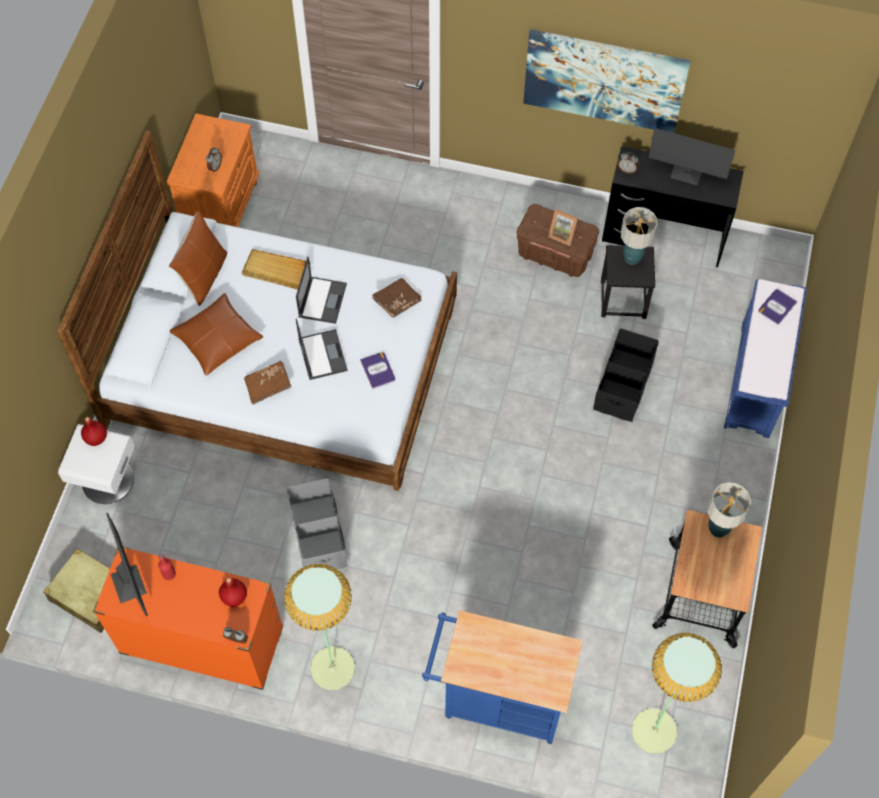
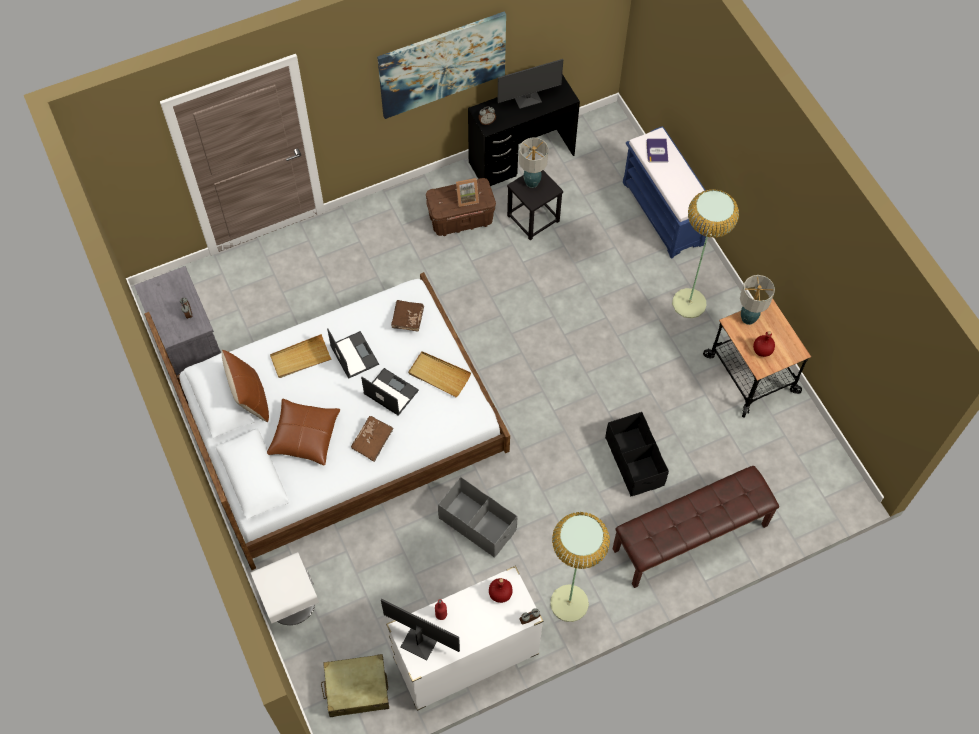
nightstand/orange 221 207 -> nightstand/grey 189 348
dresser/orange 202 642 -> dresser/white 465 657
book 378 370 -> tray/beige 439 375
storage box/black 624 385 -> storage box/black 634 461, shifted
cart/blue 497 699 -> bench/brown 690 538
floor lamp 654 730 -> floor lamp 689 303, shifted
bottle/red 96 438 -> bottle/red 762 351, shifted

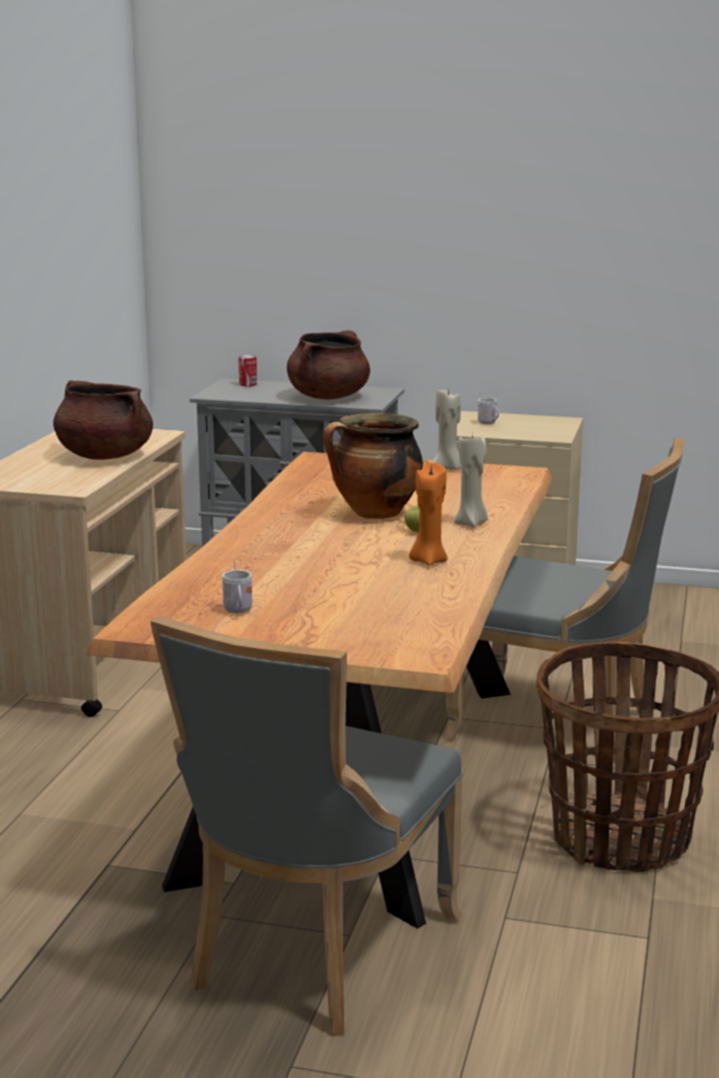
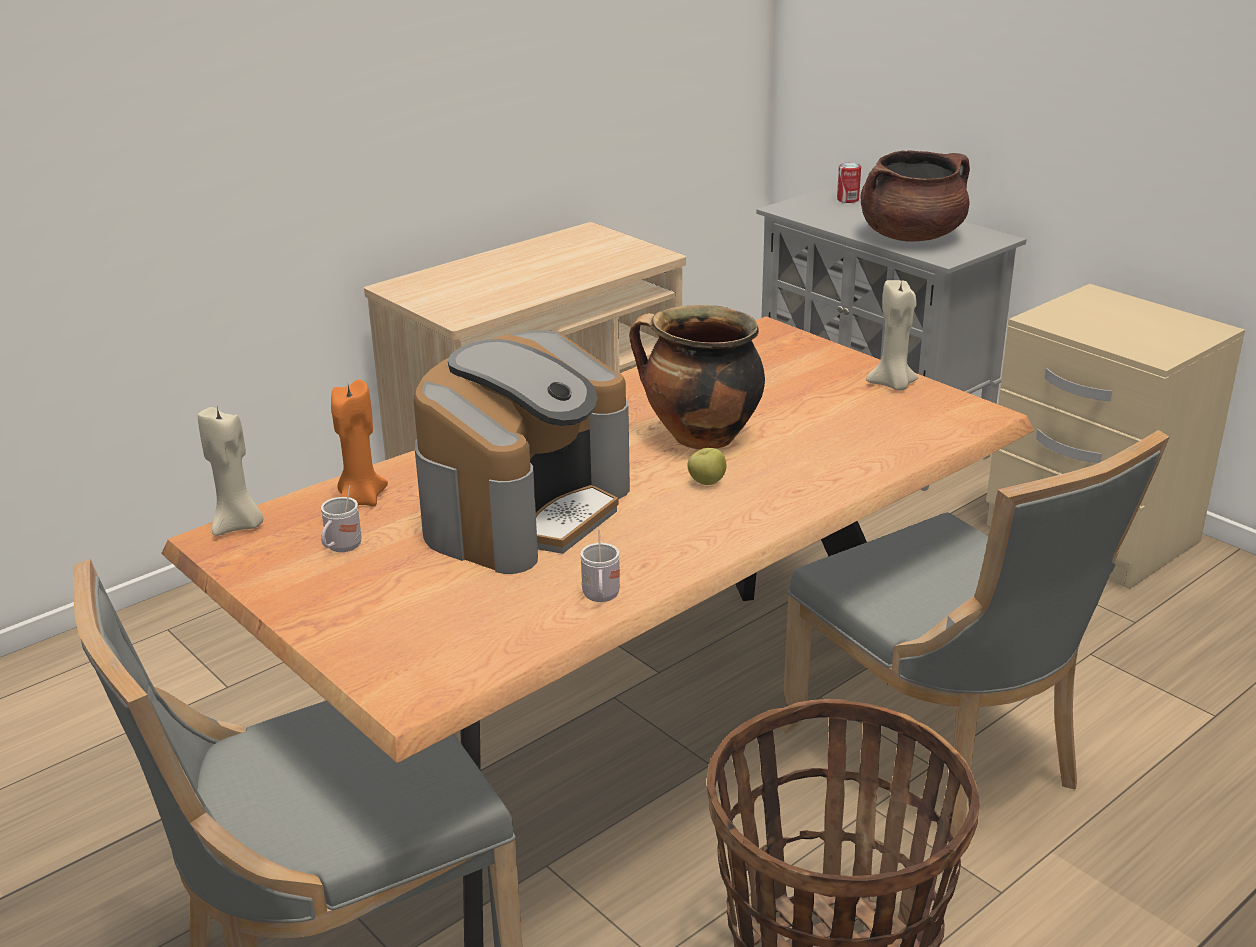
candle/beige 471 523 -> candle/beige 238 526, shifted
candle/orange 428 561 -> candle/orange 361 499, shifted
none -> coffee machine 524 510
mug/white 488 423 -> mug/white 601 598, shifted
cooking pot/brown 104 456 -> none

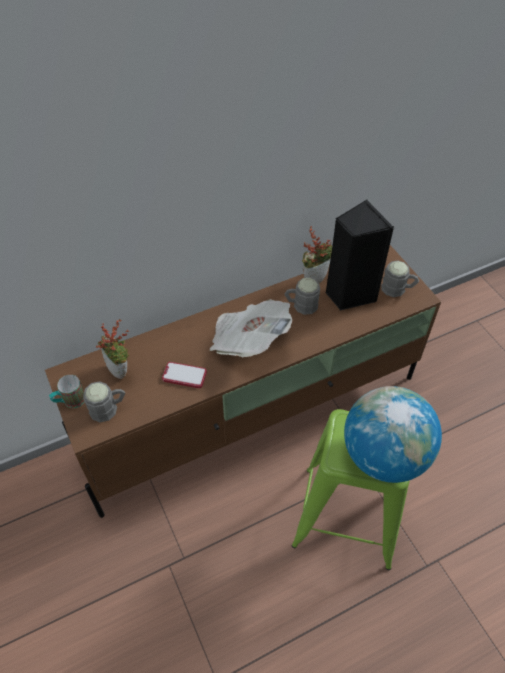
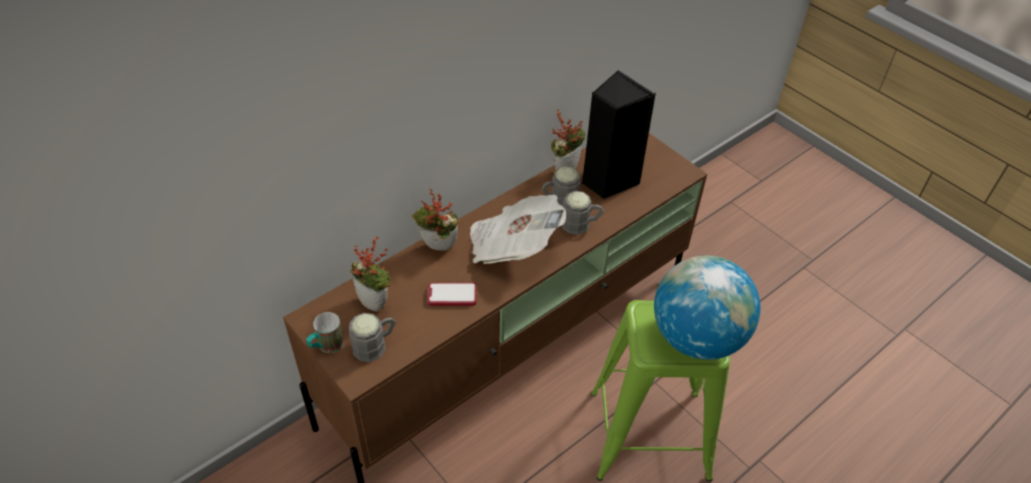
none -> potted plant 437 249
mug/grey 398 289 -> mug/grey 581 224, shifted

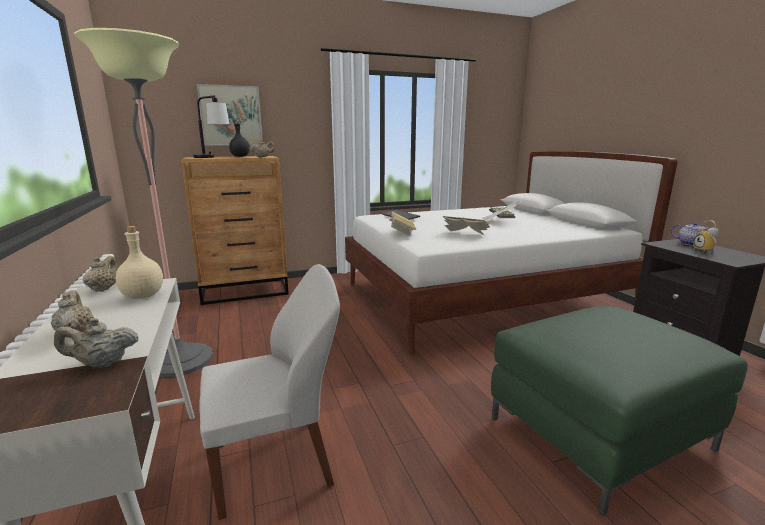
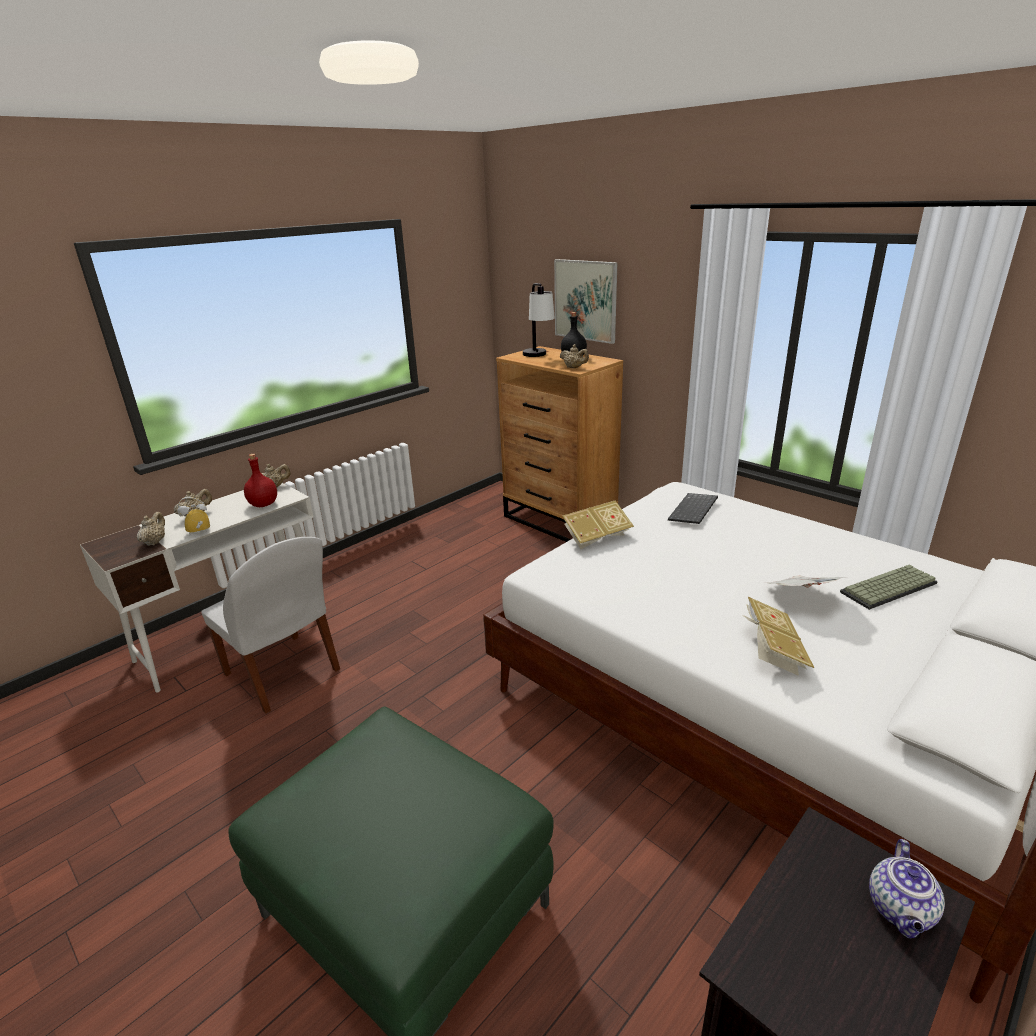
teapot/beige 102 364 -> teapot/beige 155 542, 45 degrees clockwise
alarm clock 705 250 -> alarm clock 199 533, shifted
bottle/beige 144 296 -> bottle/red 263 504
book 465 234 -> book 772 651, shifted
floor lamp 180 360 -> none

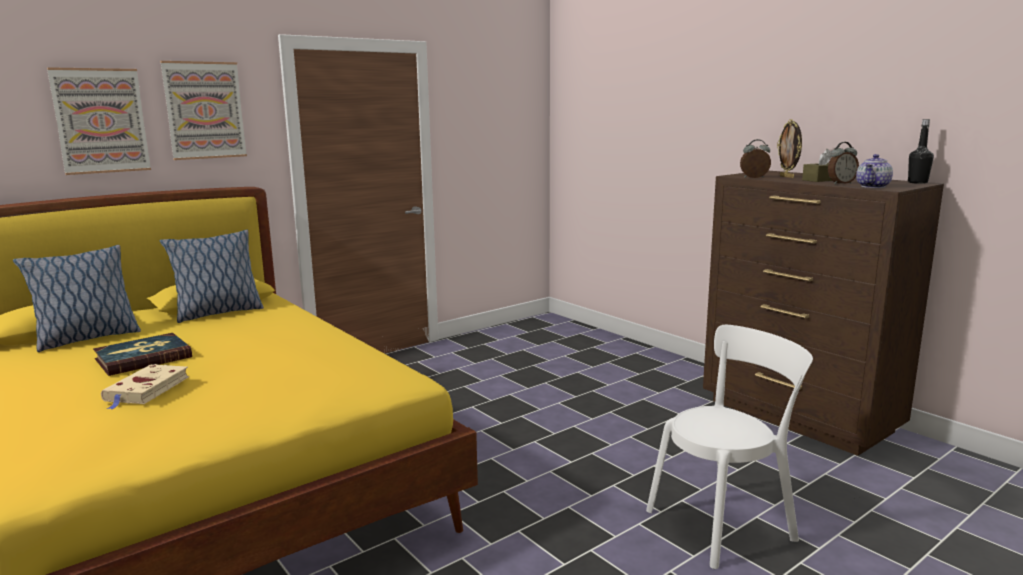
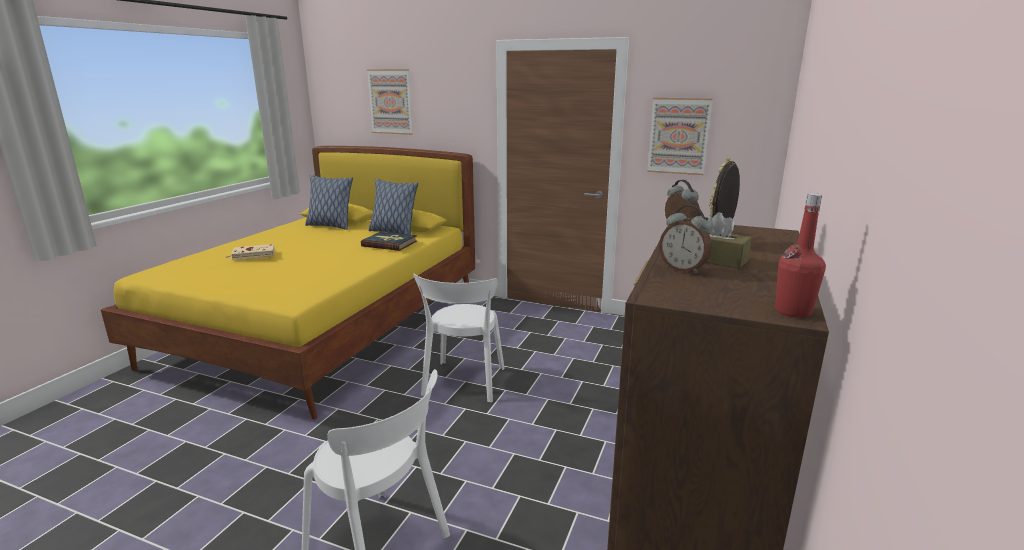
book 143 358 -> book 389 243, shifted
none -> chair/white 463 383
picture 204 110 -> picture 678 136, shifted
bottle/black 917 182 -> bottle/red 793 311
teapot 873 186 -> none

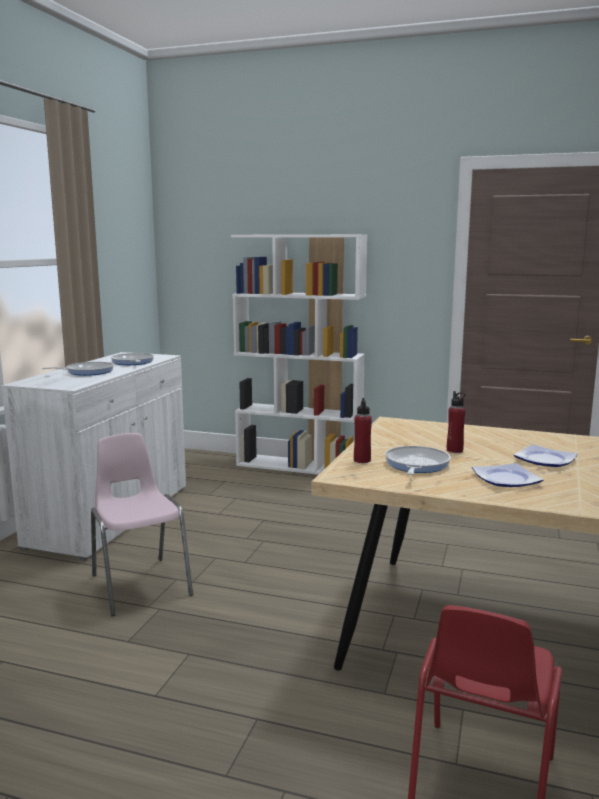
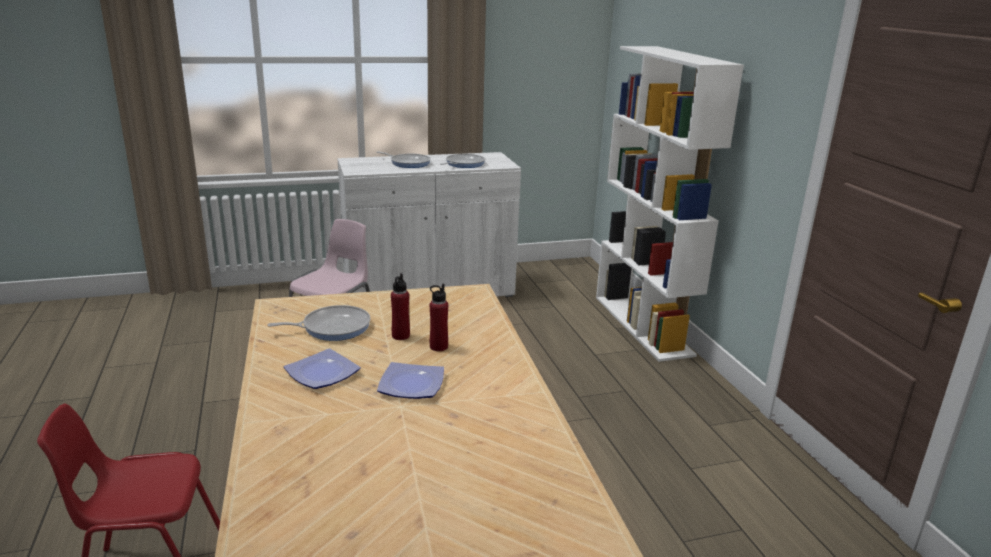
bottle/red 362 460 -> bottle/red 438 347, shifted

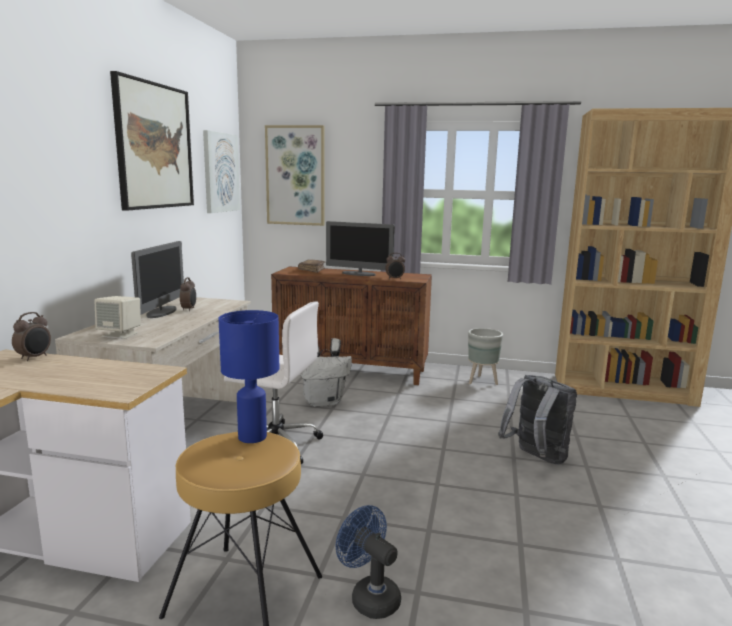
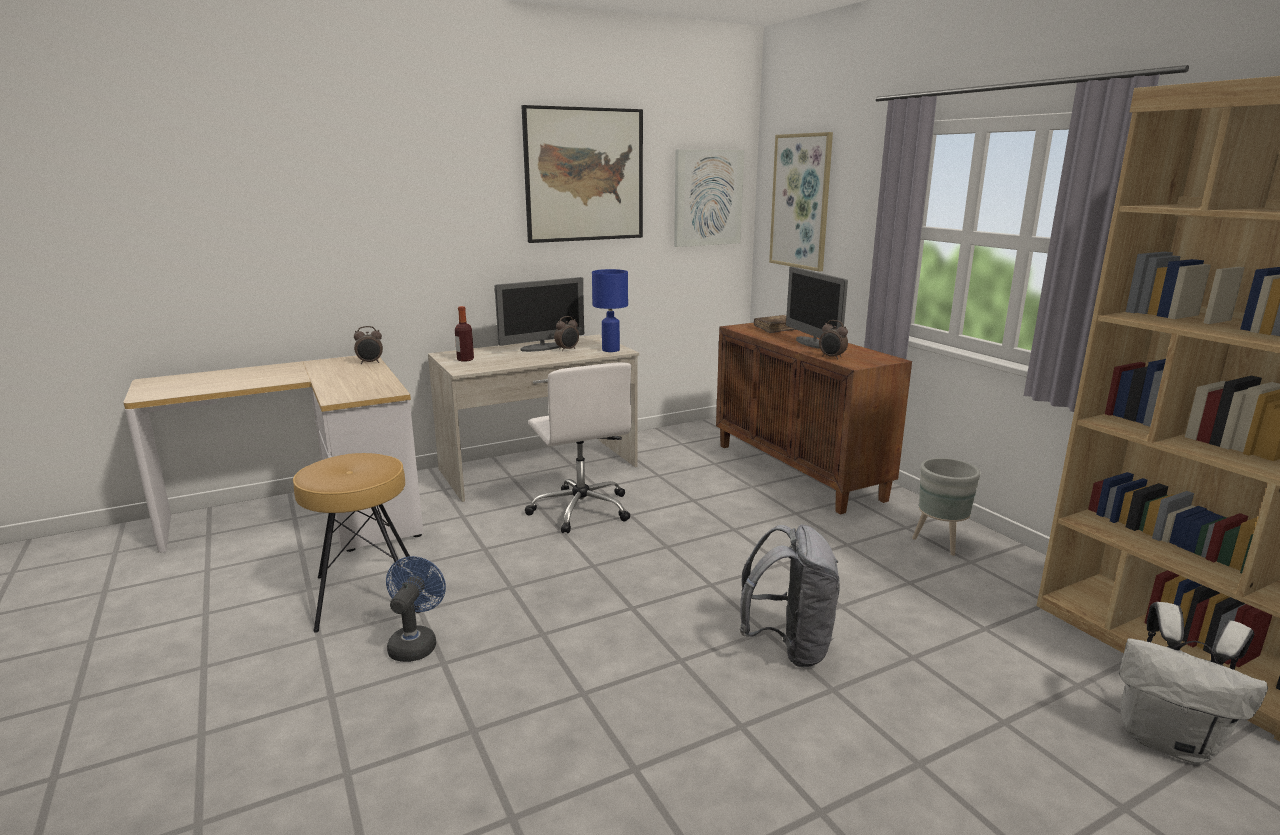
speaker/beige 120 334 -> bottle 465 359
table lamp/blue 253 436 -> table lamp/blue 611 350, shifted
backpack/white 324 402 -> backpack/white 1169 741, shifted

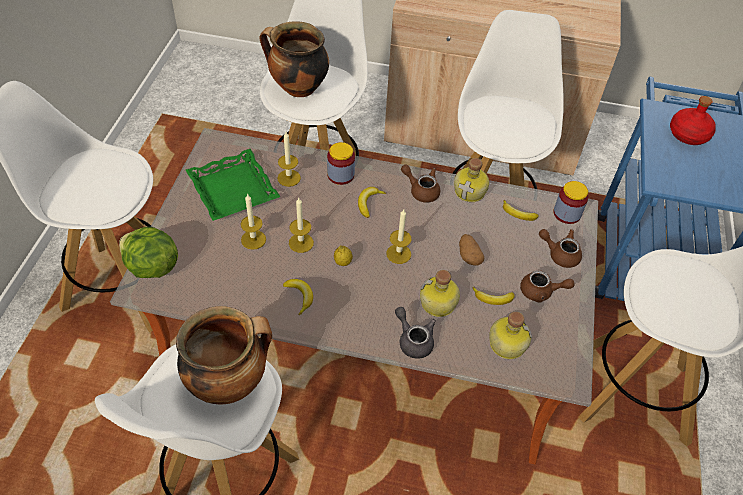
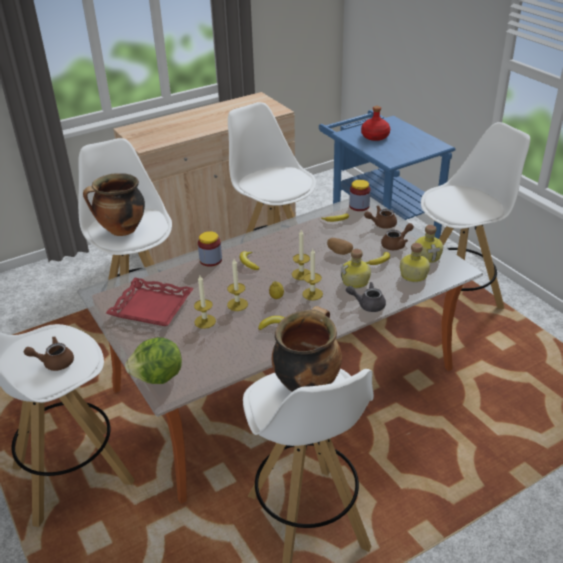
teapot/brown 421 190 -> teapot/brown 54 362, shifted
tray/green 232 190 -> tray/red 151 307
candle 289 178 -> candle 312 294, shifted
bottle 470 191 -> bottle 427 256, shifted

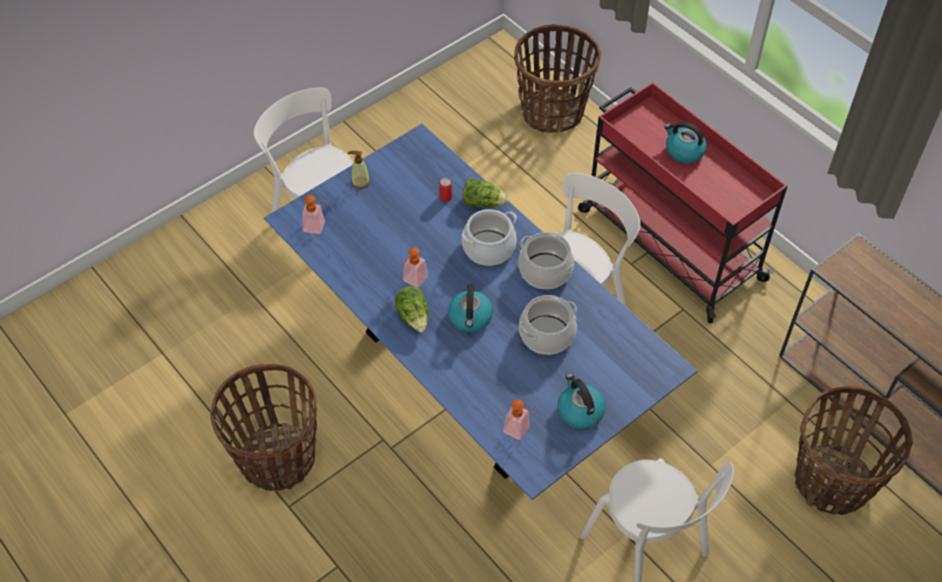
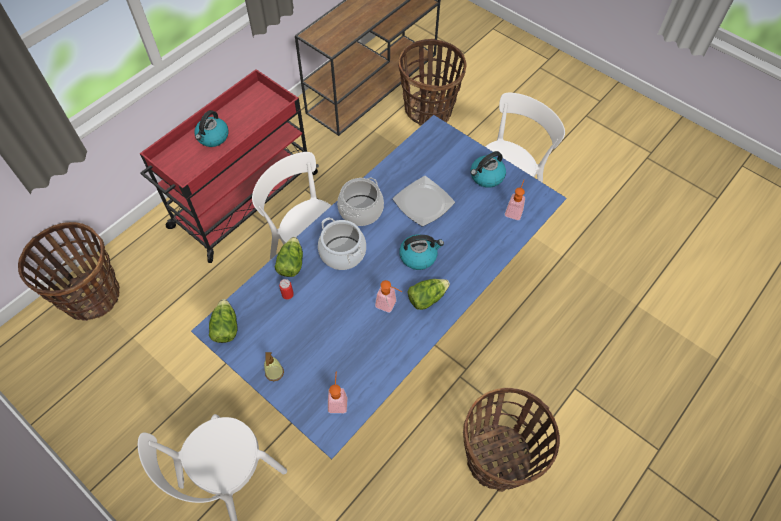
none -> lettuce 225 327
cooking pot 547 335 -> plate 424 203

